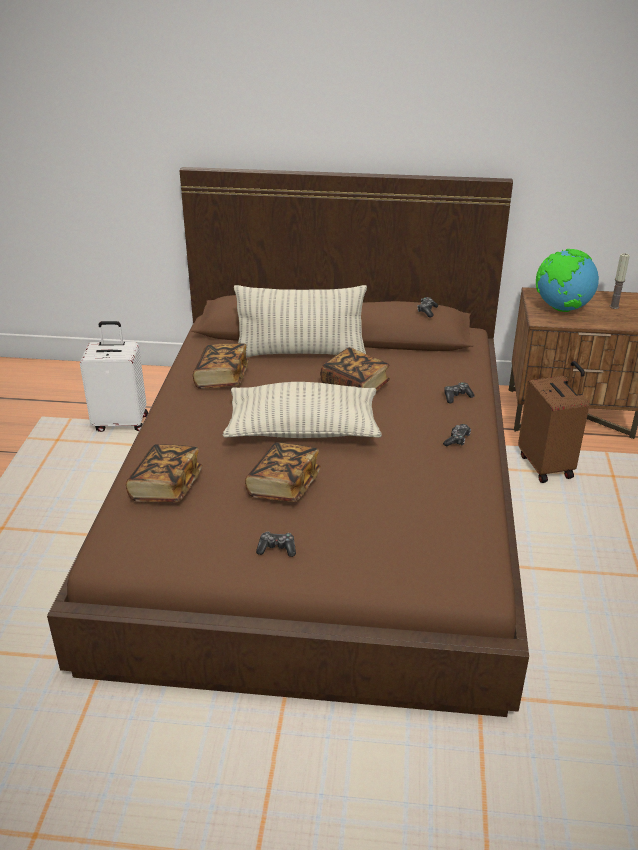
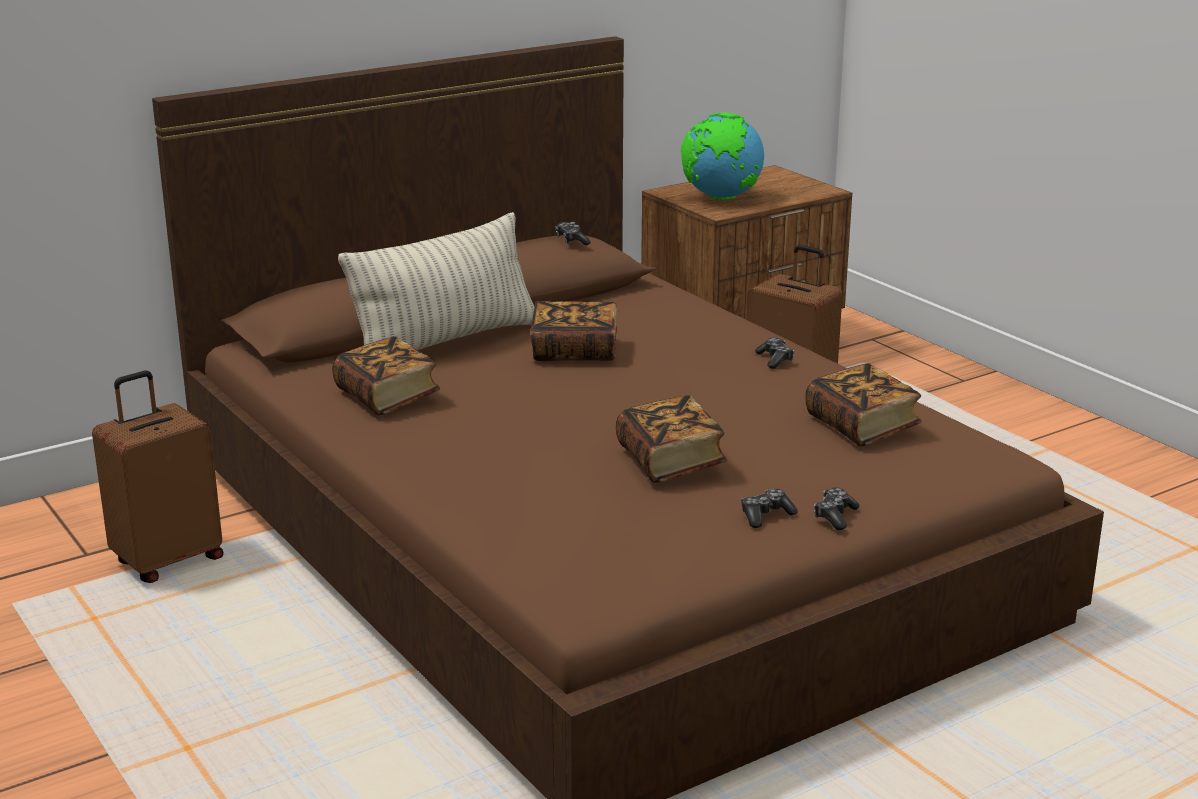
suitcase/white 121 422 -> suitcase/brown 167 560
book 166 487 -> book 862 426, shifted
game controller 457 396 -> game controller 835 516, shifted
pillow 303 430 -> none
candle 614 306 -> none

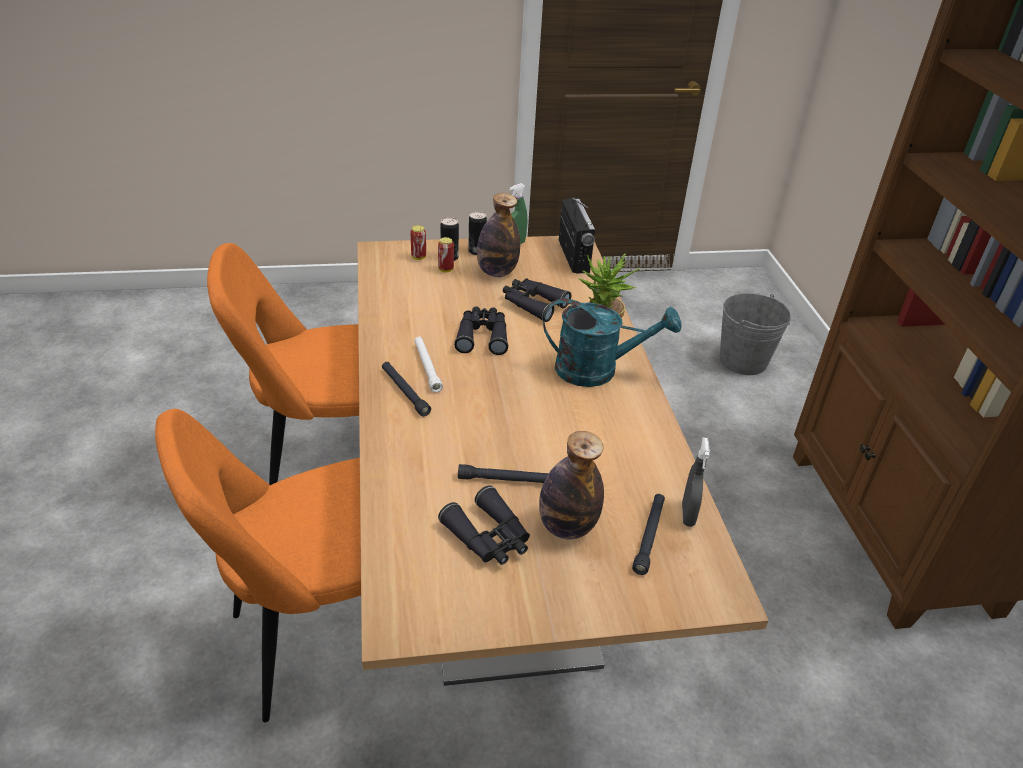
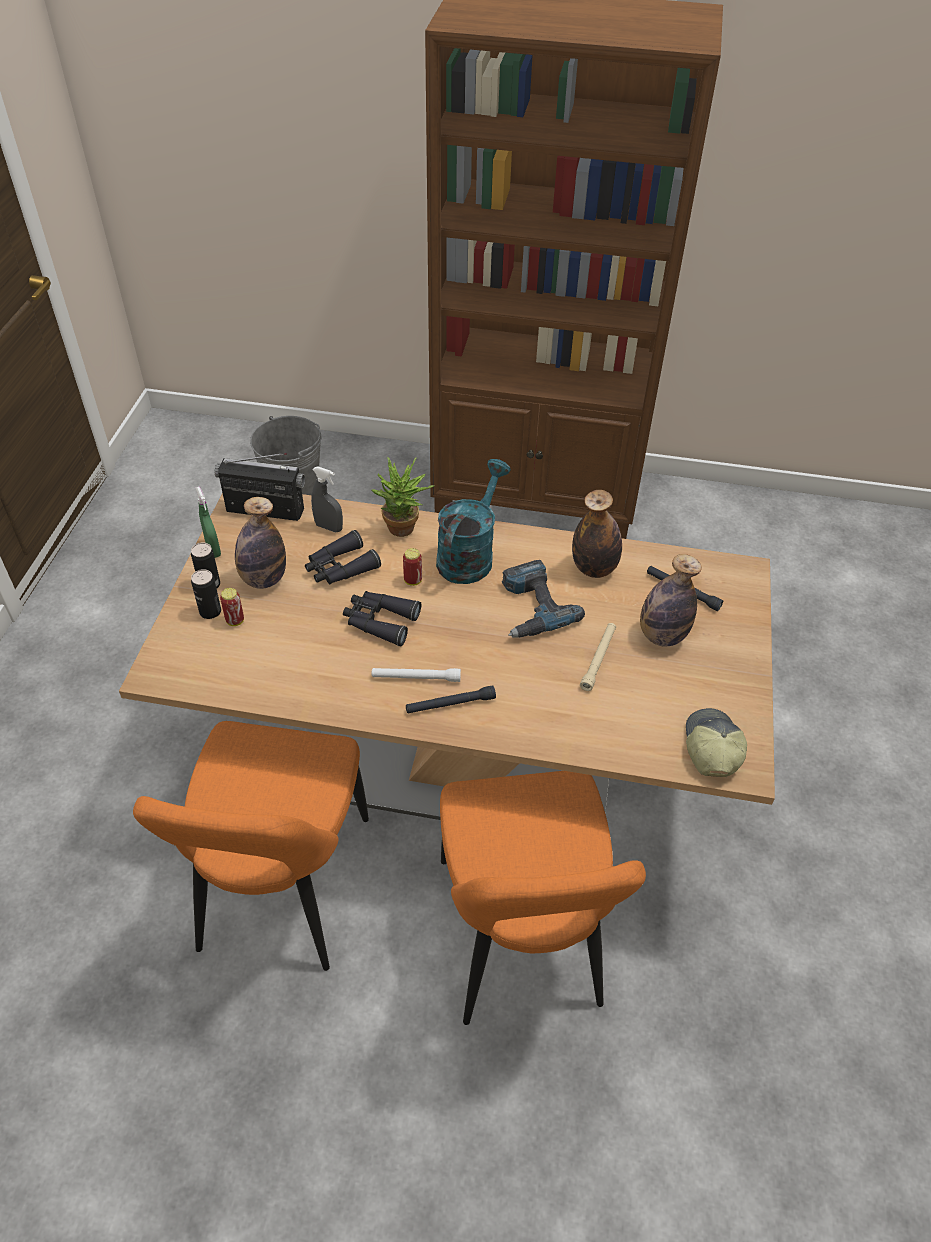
spray bottle/grey 688 514 -> spray bottle/grey 329 527, shifted
can 418 257 -> can 413 581, shifted
none -> power drill 531 607
none -> bottle 594 568
flashlight/black 506 480 -> flashlight/beige 598 659
none -> cap 711 747
binoculars/black 489 537 -> none

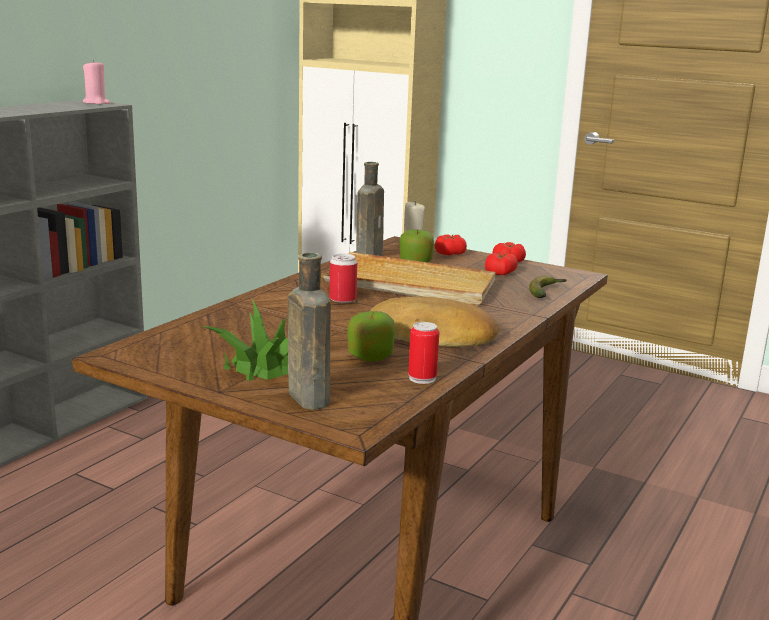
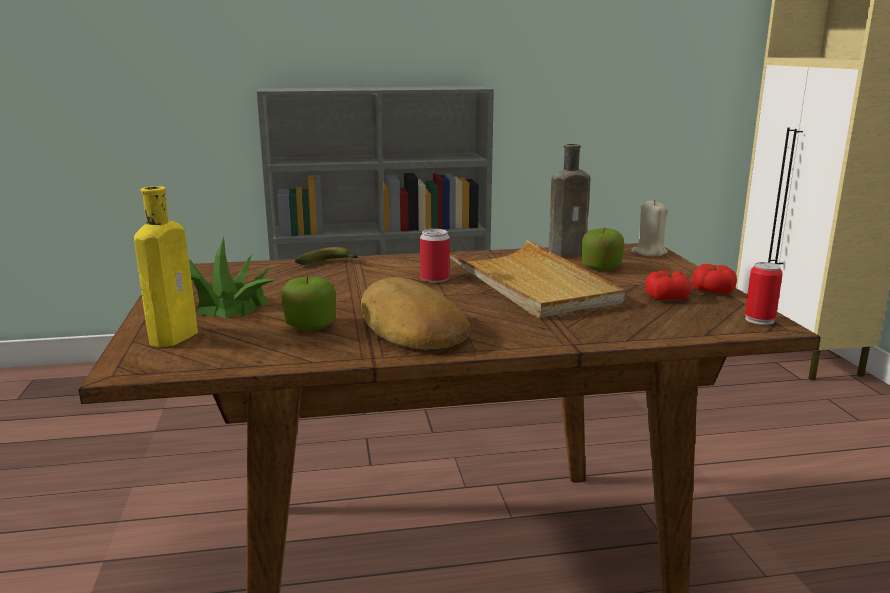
bottle/brown 307 397 -> bottle/yellow 176 335
banana 546 292 -> banana 329 263, shifted
can 422 378 -> can 759 319, shifted
candle/pink 96 103 -> none
tomato 450 253 -> none

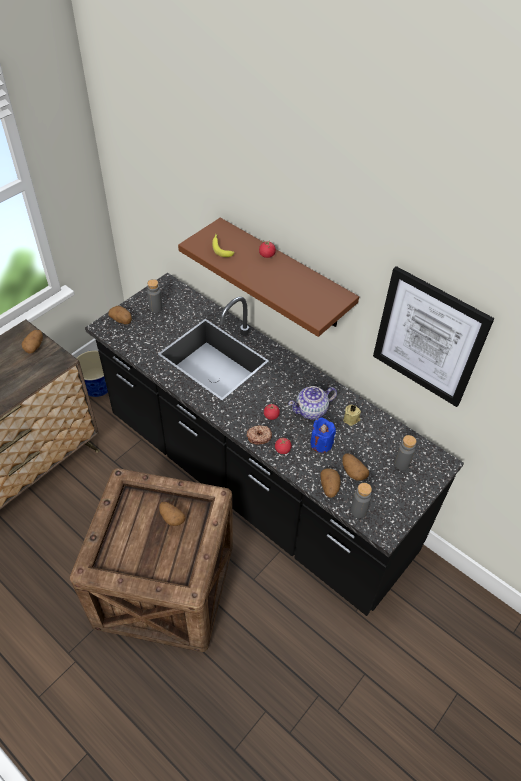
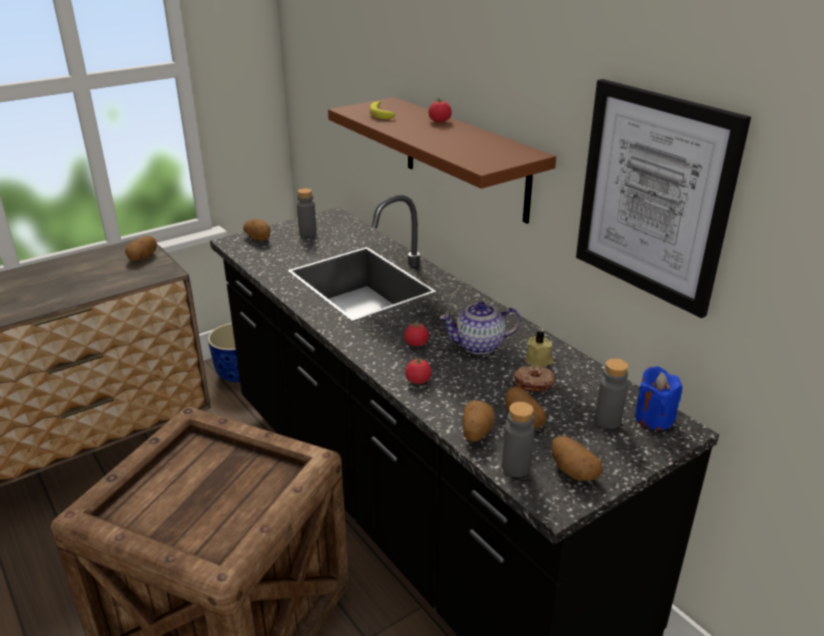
donut 259 436 -> donut 533 383, shifted
potato 171 517 -> potato 572 471, shifted
candle/blue 321 443 -> candle/blue 654 418, shifted

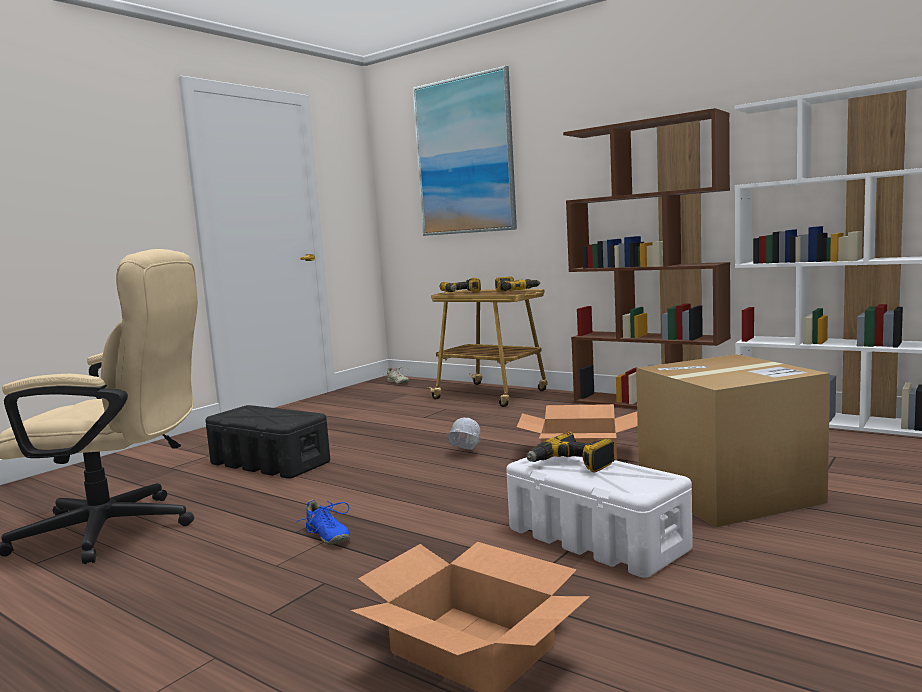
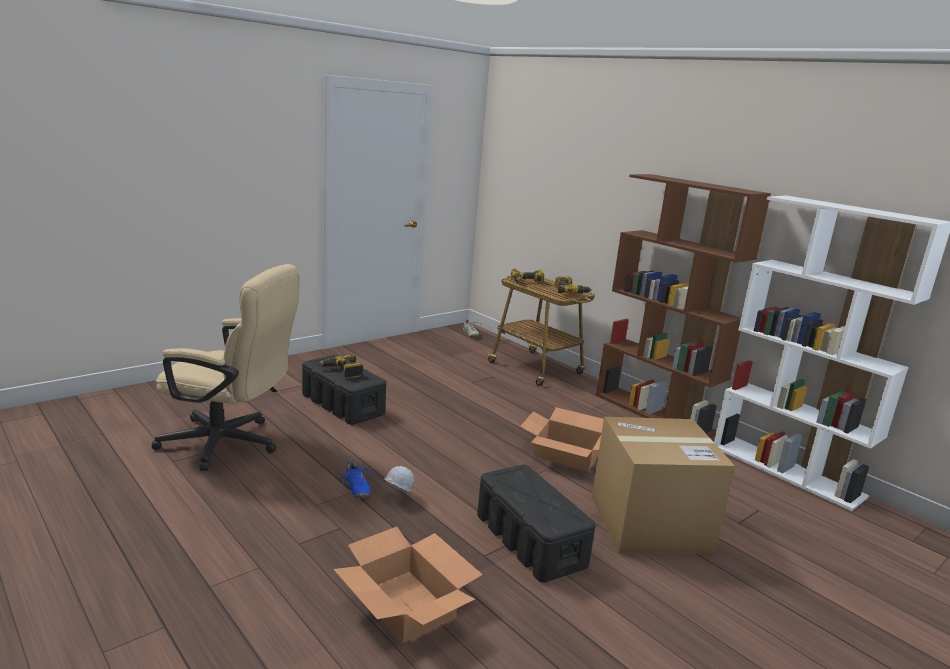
power drill 571 464 -> power drill 342 371, shifted
hard hat/white 464 453 -> hard hat/white 397 498, shifted
storage box/white 597 539 -> storage box/black 530 541
picture 464 156 -> none

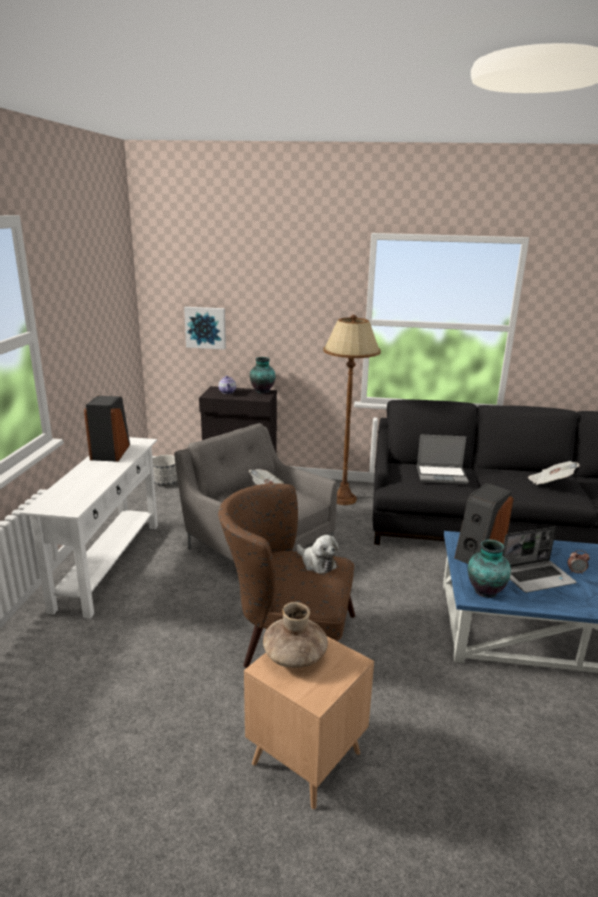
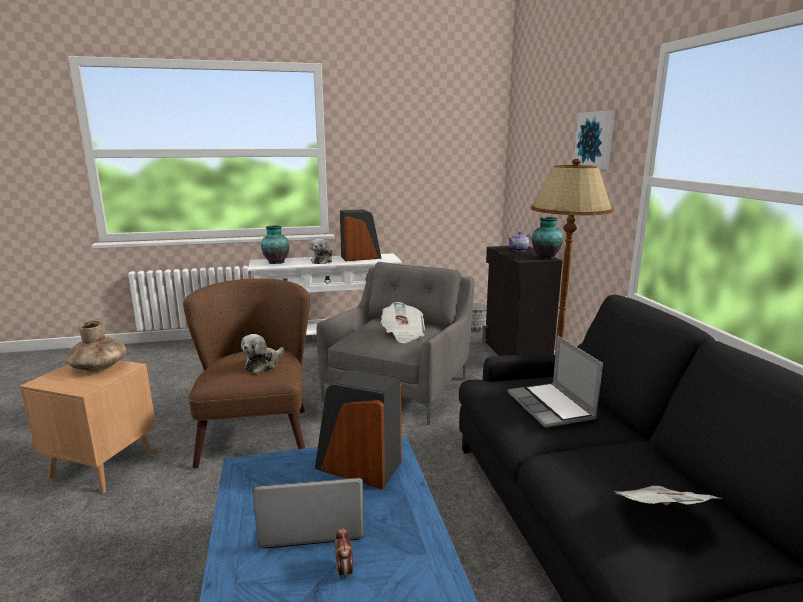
laptop 537 577 -> laptop 311 523, 120 degrees clockwise
vase 484 591 -> vase 276 262, shifted
none -> plush toy 322 261
picture 205 327 -> picture 595 140, shifted

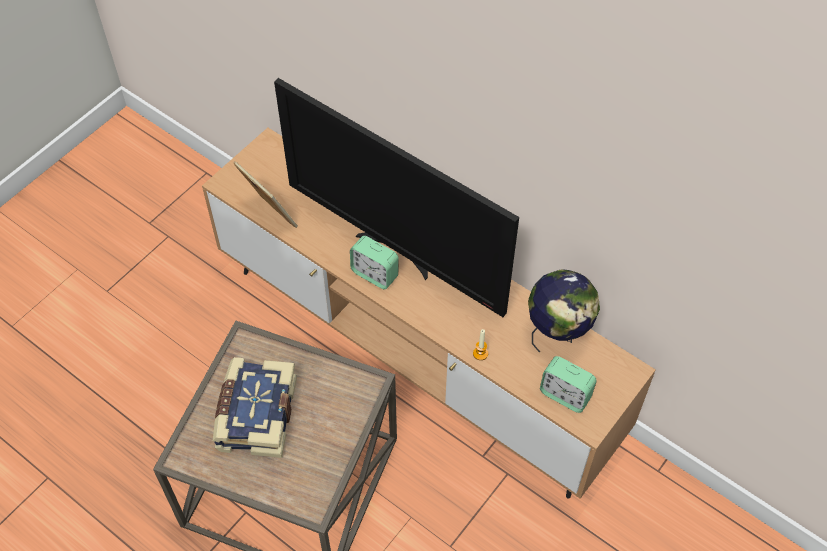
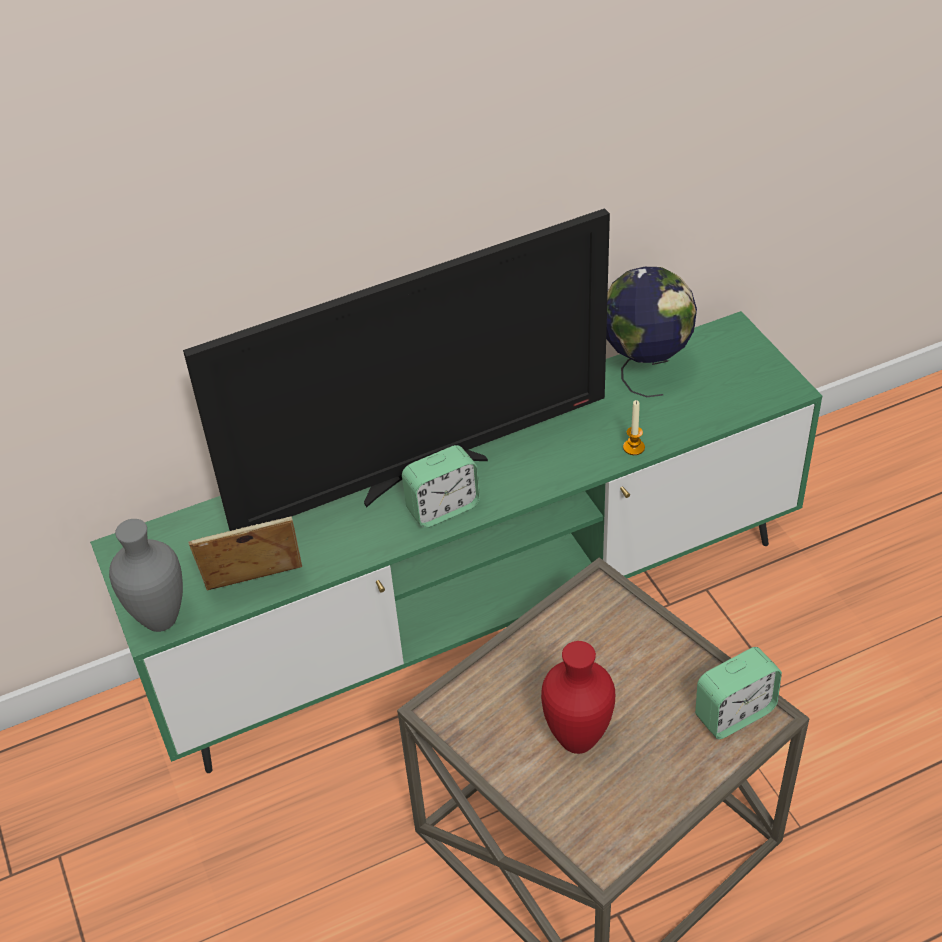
tv stand/brown 414 354 -> tv stand/green 479 617
none -> vase/grey 162 621
book 255 415 -> vase/red 577 738
alarm clock 565 395 -> alarm clock 734 713, shifted

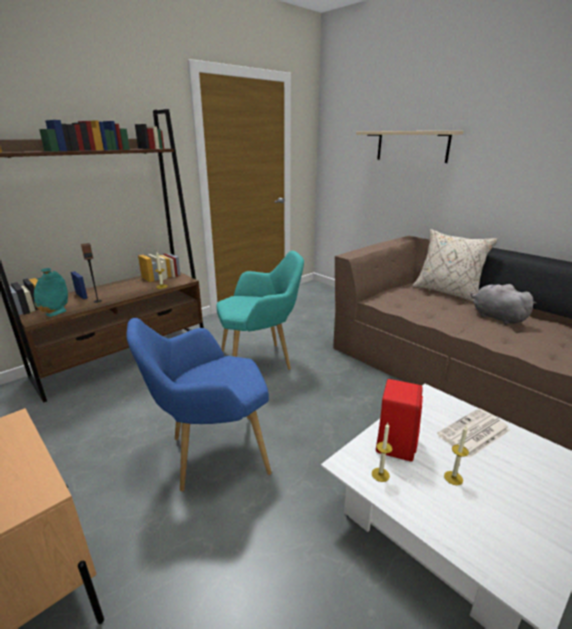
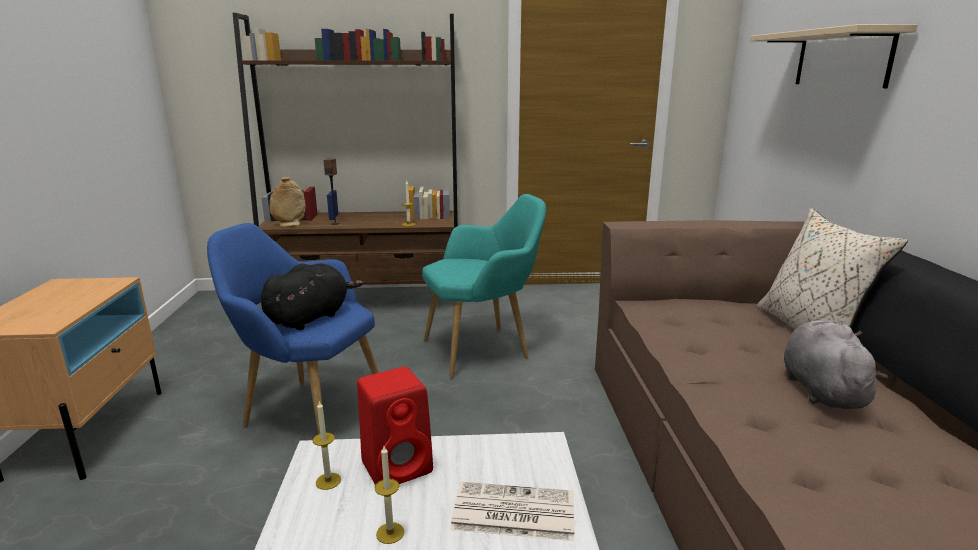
none -> plush toy/black 311 317
vase/turquoise 56 313 -> vase/beige 290 225
armchair/turquoise 260 361 -> armchair/turquoise 483 349, 45 degrees counterclockwise

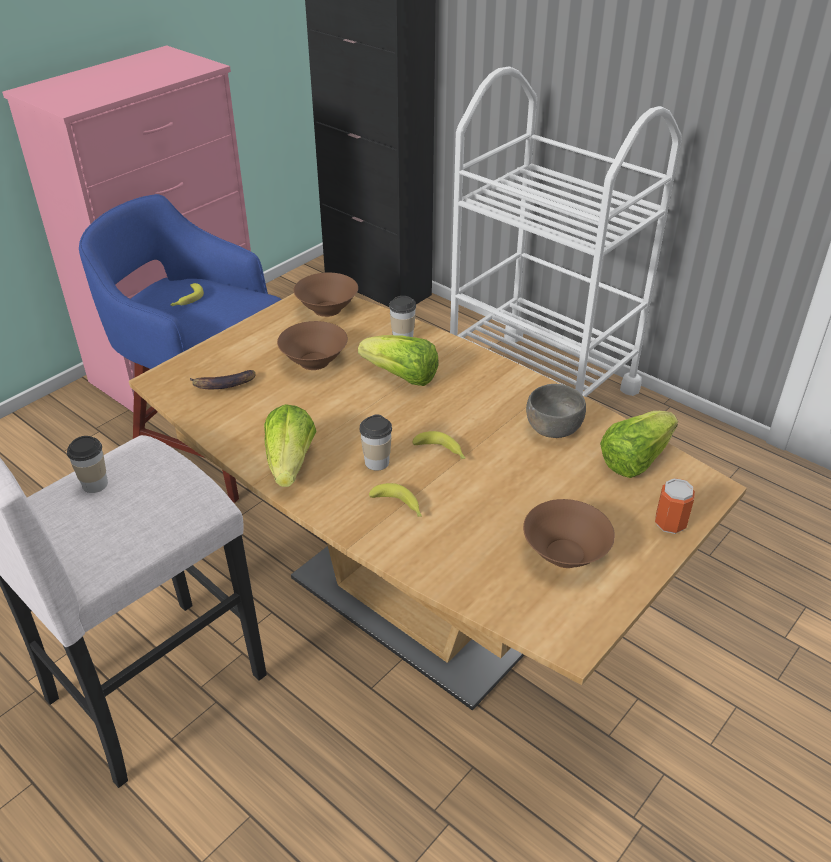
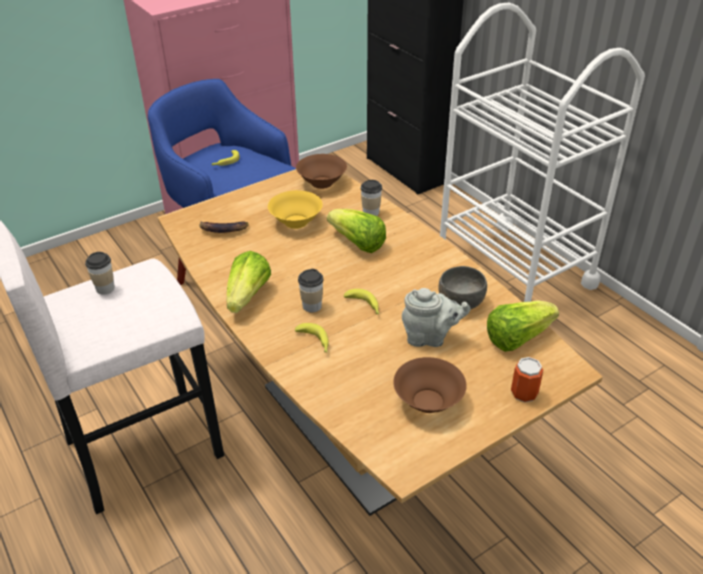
bowl/brown 314 362 -> bowl/yellow 295 222
none -> teapot/grey 430 338

